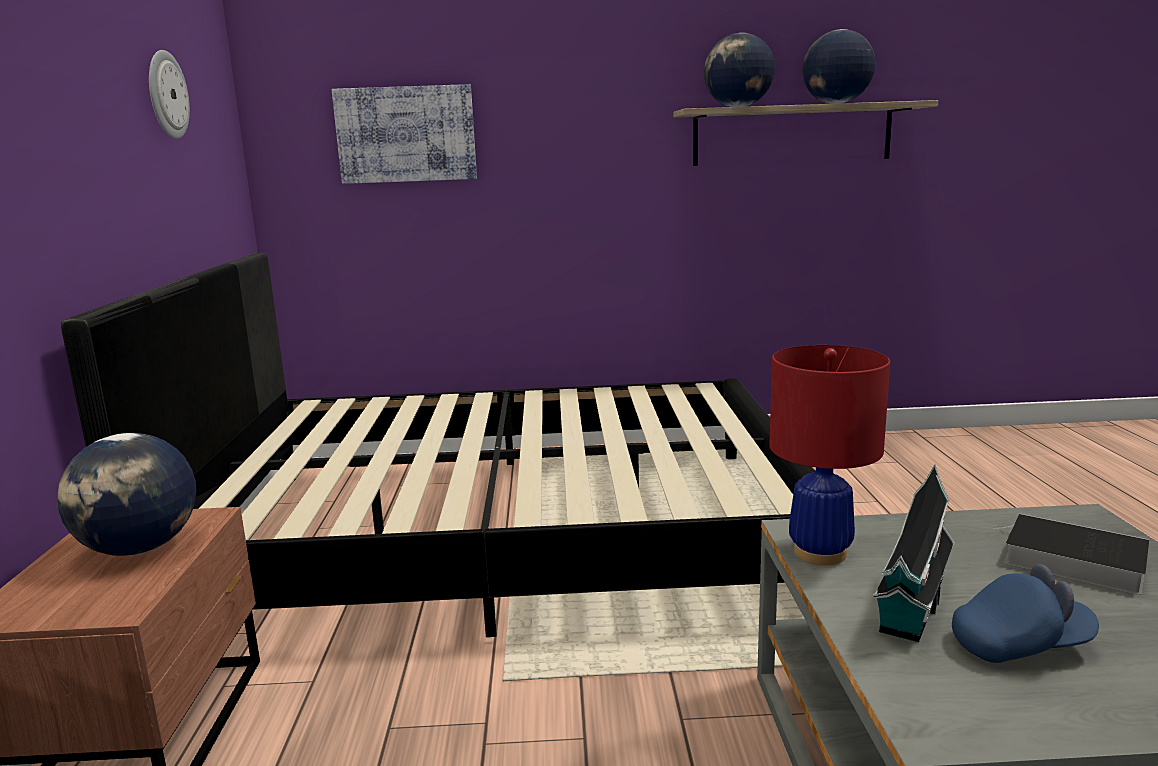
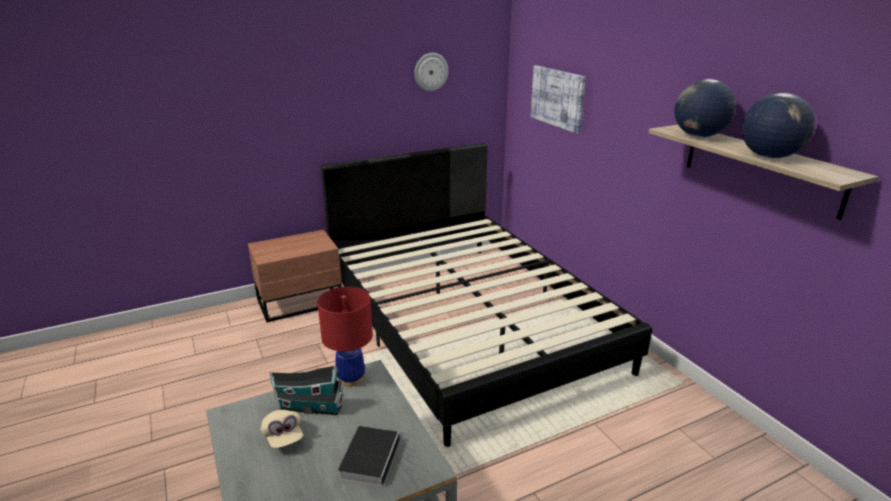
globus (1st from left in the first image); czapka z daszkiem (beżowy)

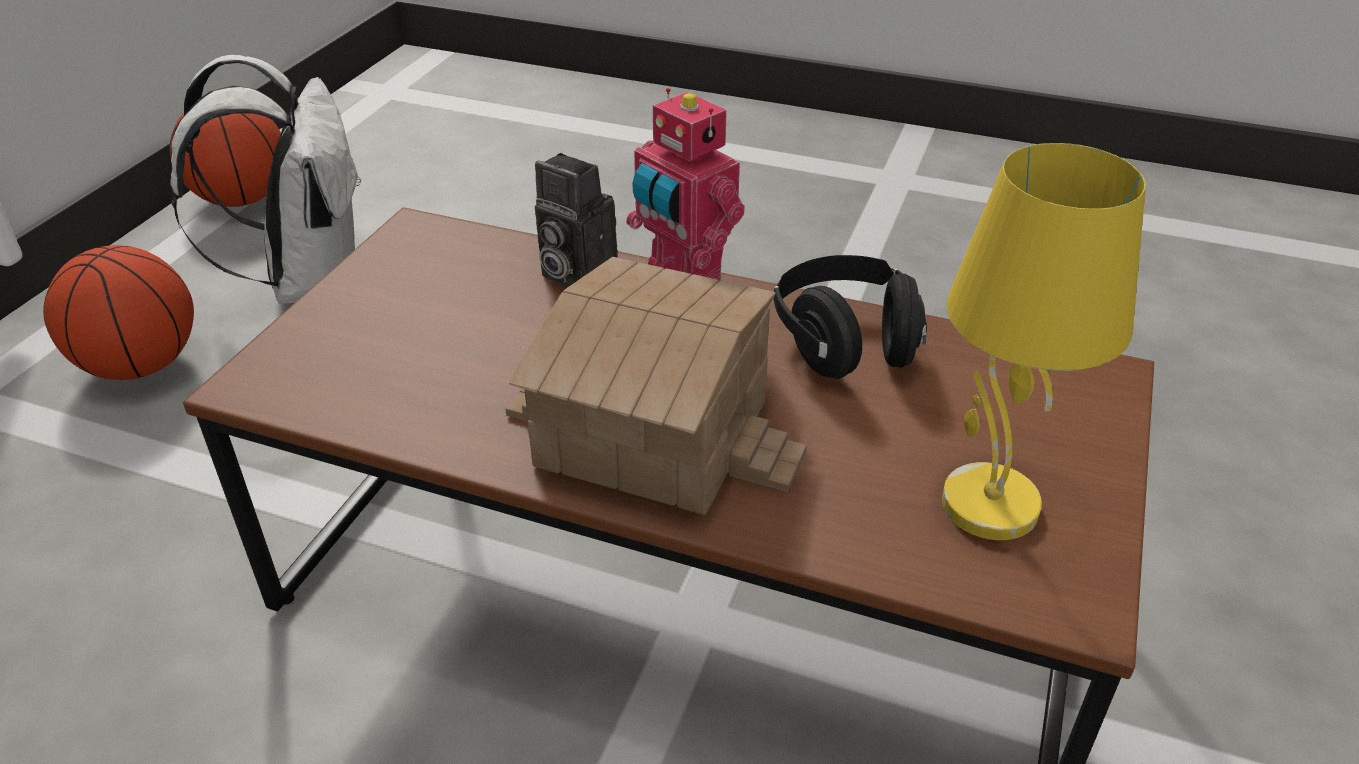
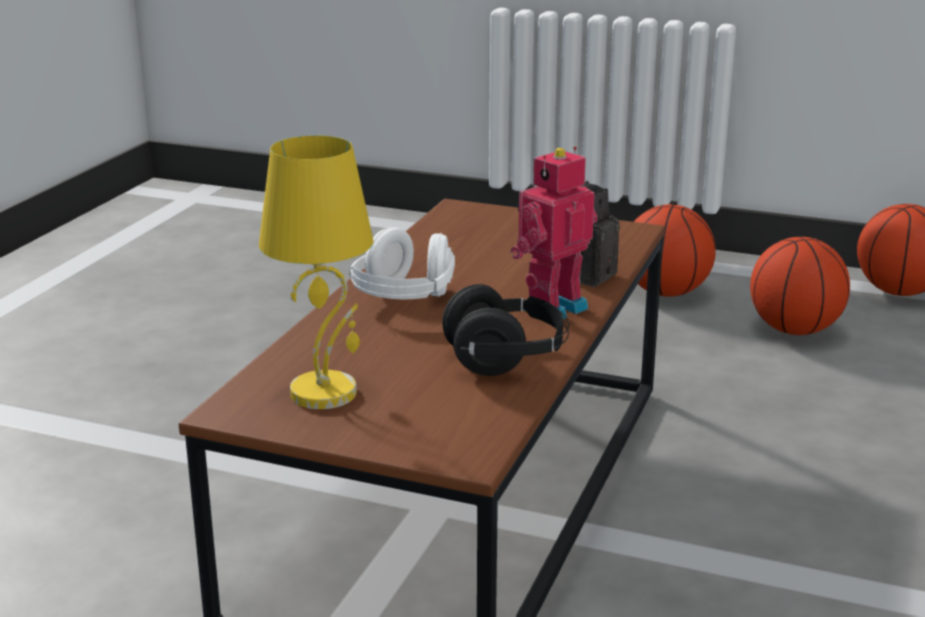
piłka do koszykówki (2nd from left); słuchawki (biały)

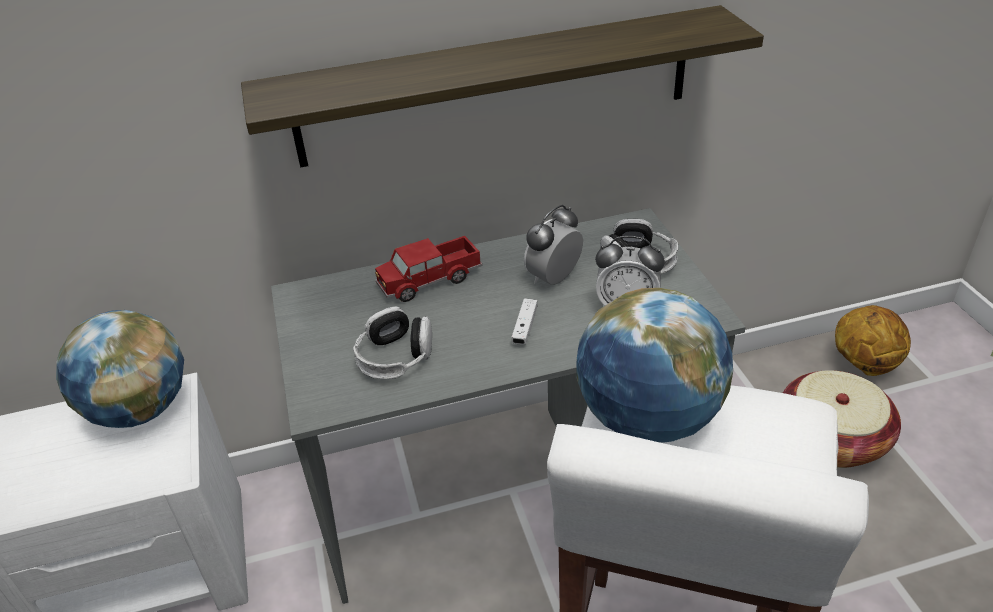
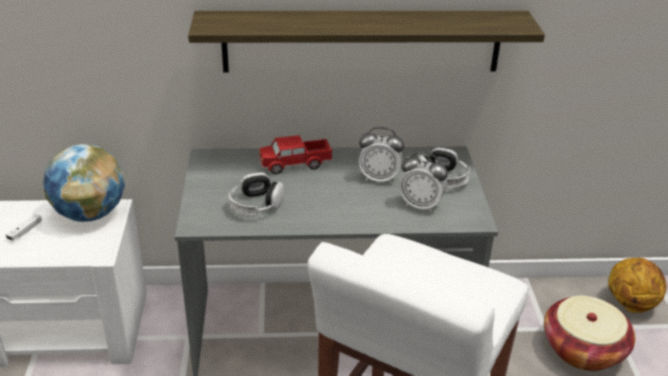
globus (2nd from left in the first image); pad do gier (biały); budzik (1st from left)

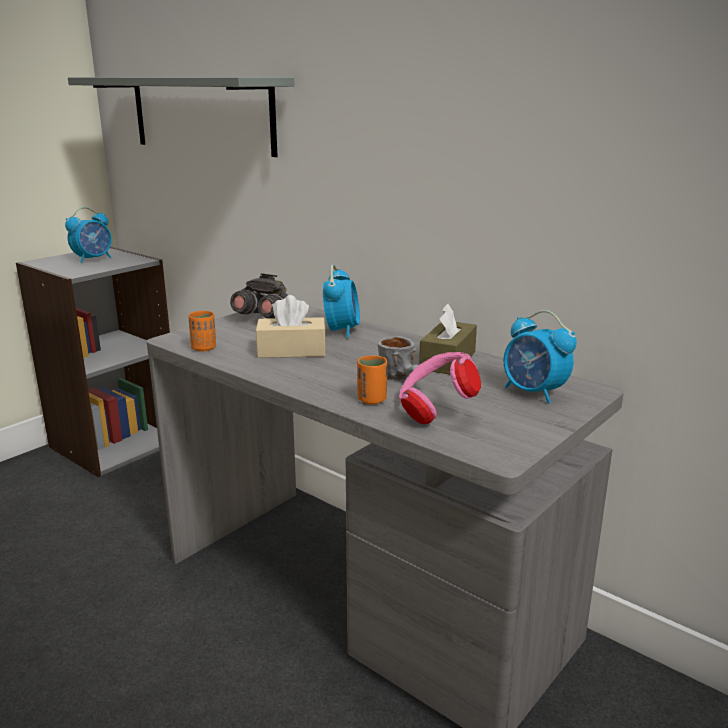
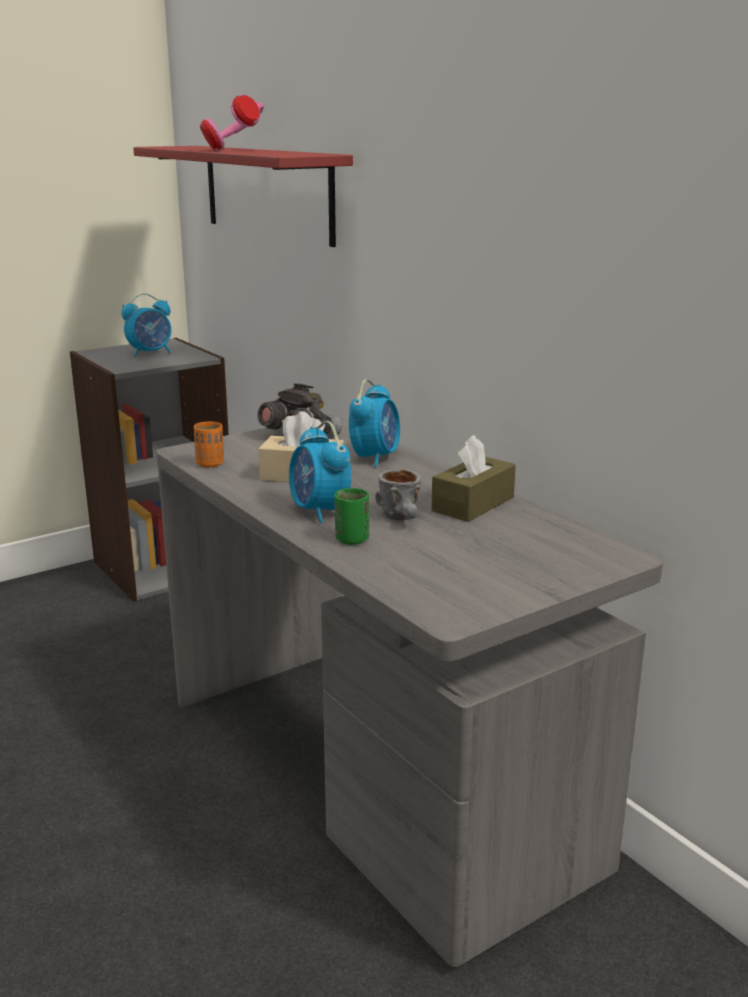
słuchawki (różowy); budzik (2nd from left); półka (czerwony); filiżanka (zielony)

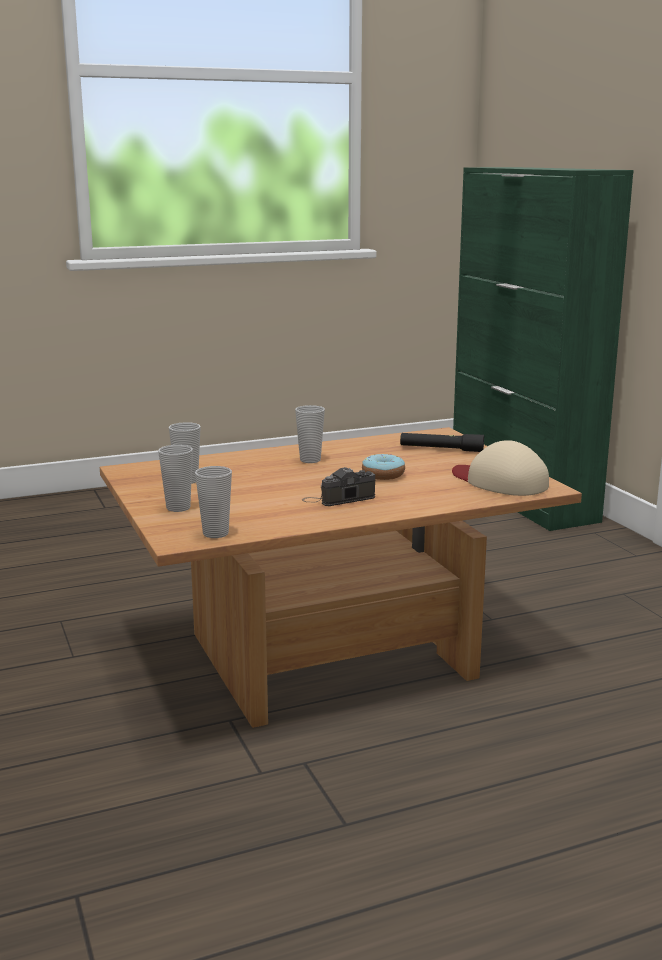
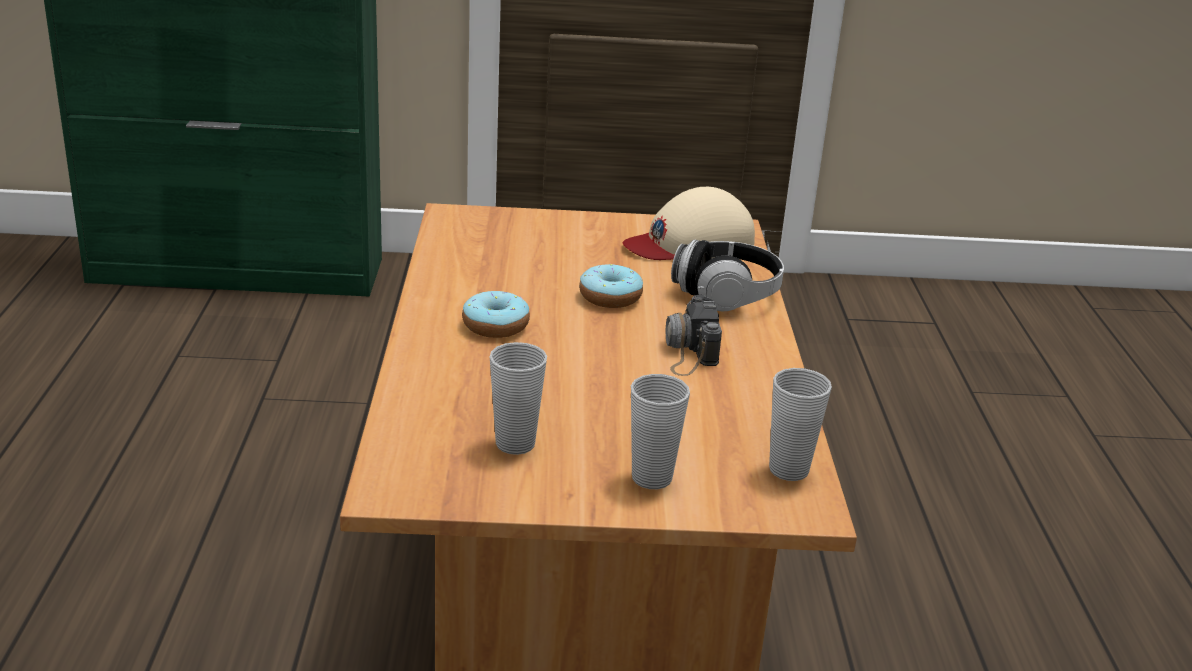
latarka (czarny); słuchawki; donut (1st from left)

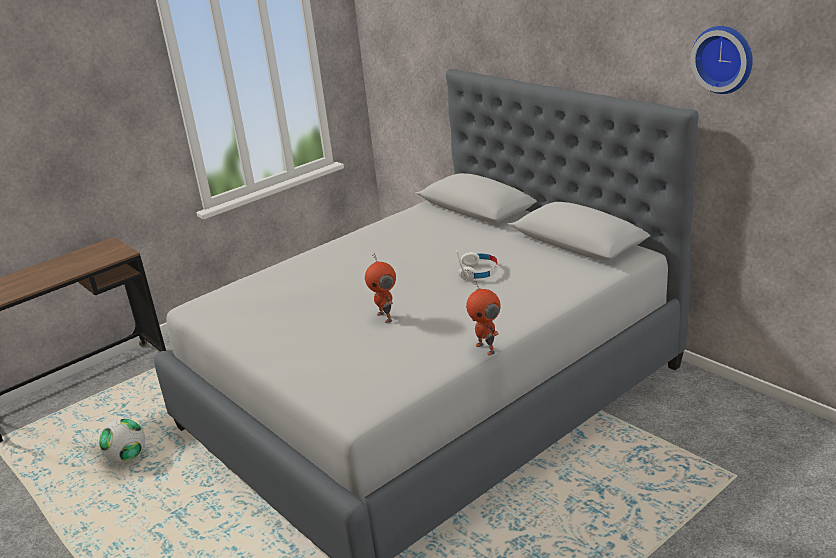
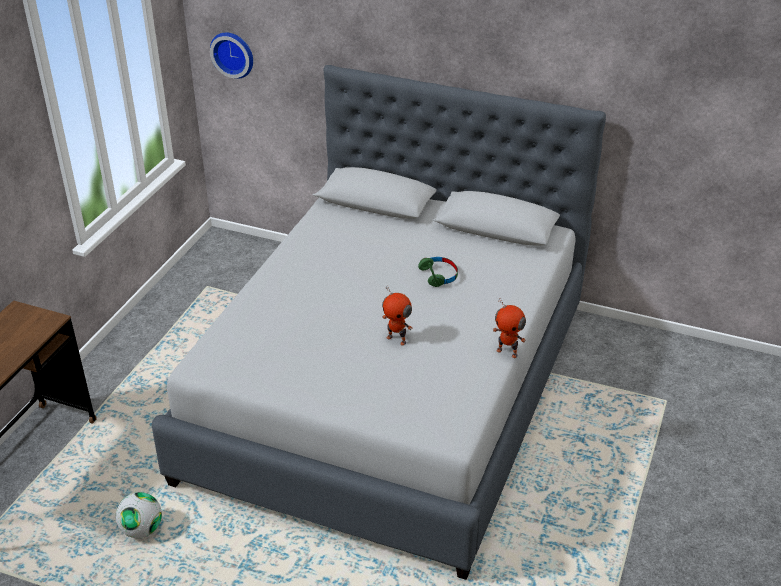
zegar ścienny; słuchawki (zielony)

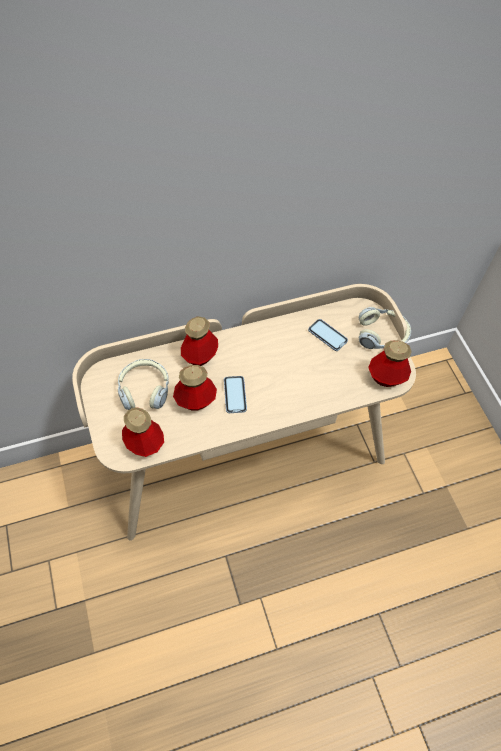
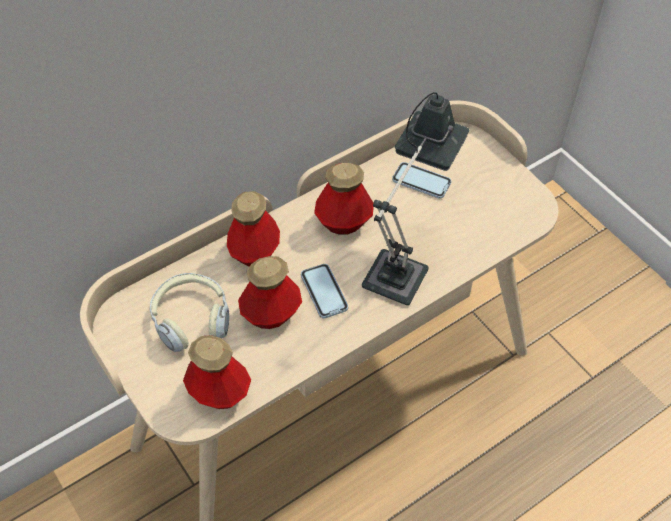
słuchawki (2nd from left in the first image); lampa stołowa; butelka (4th from left)

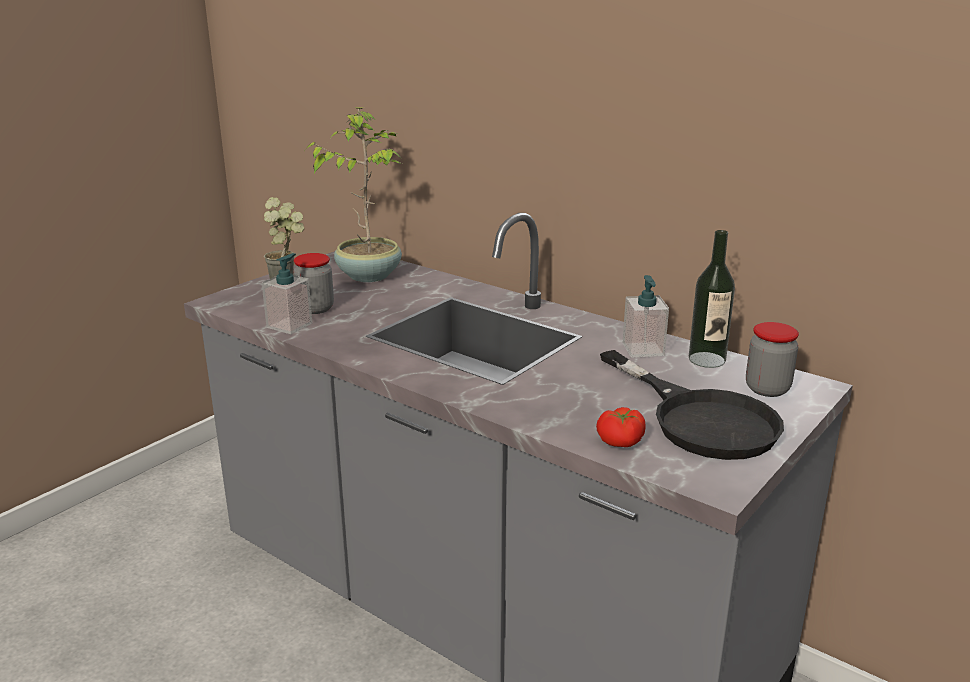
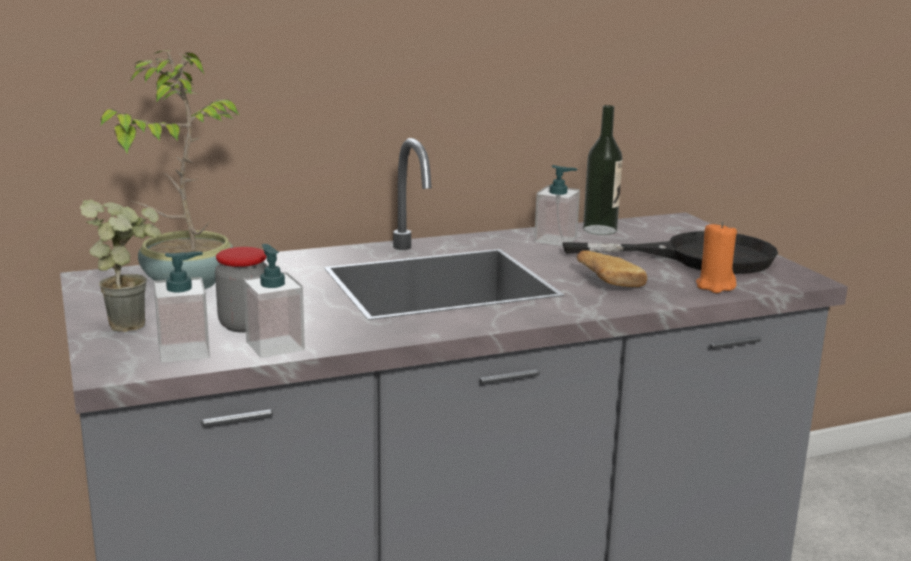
słoik (2nd from left in the first image); dozownik mydła (1st from left); chleb; świeca (pomarańczowy)

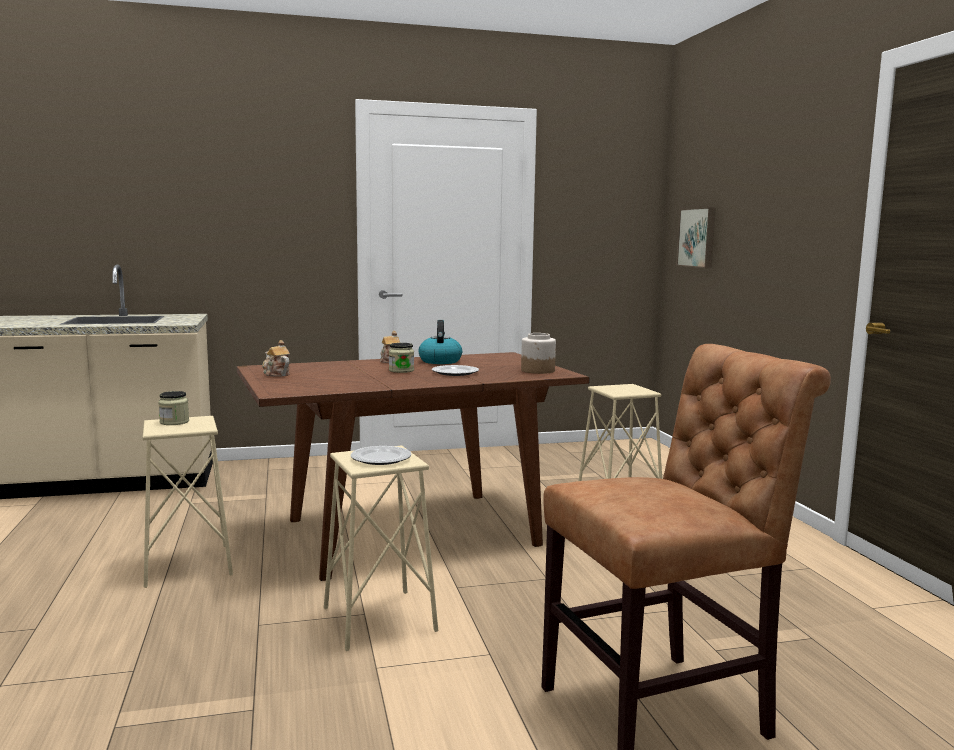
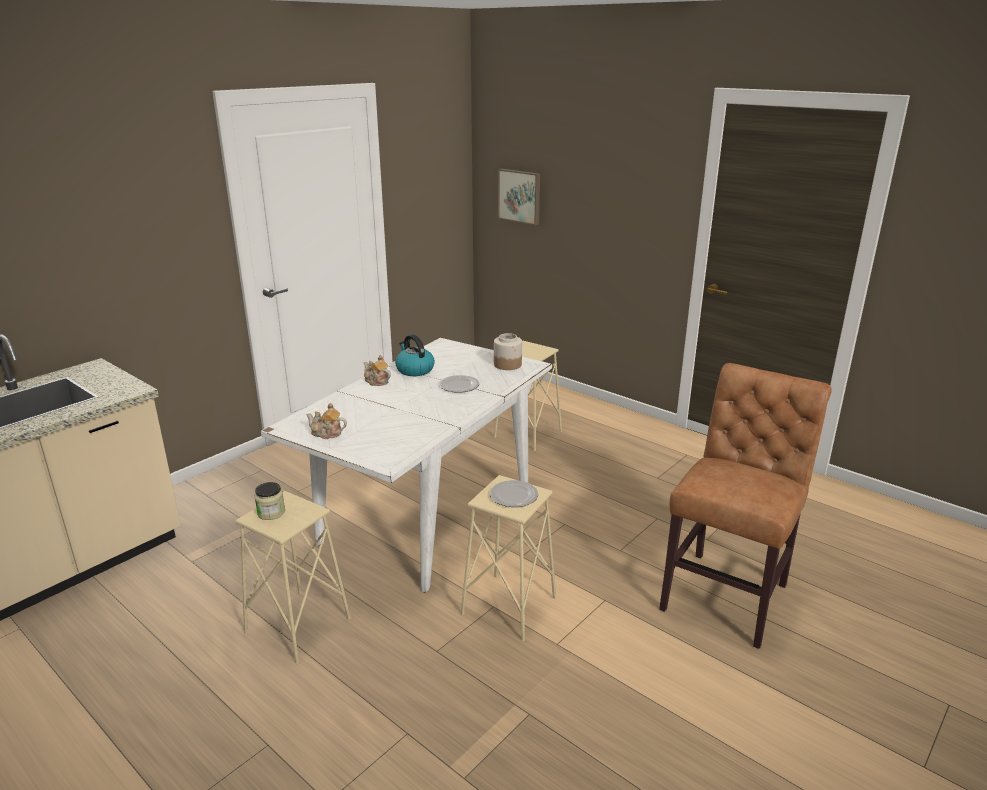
słoik (2nd from left in the first image); stół jadalny (biały)

